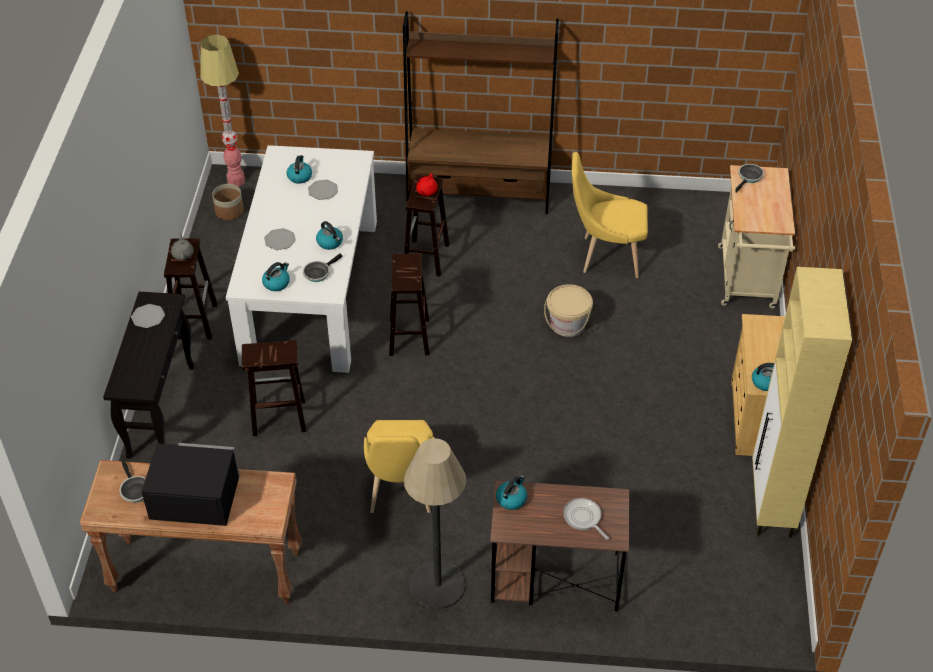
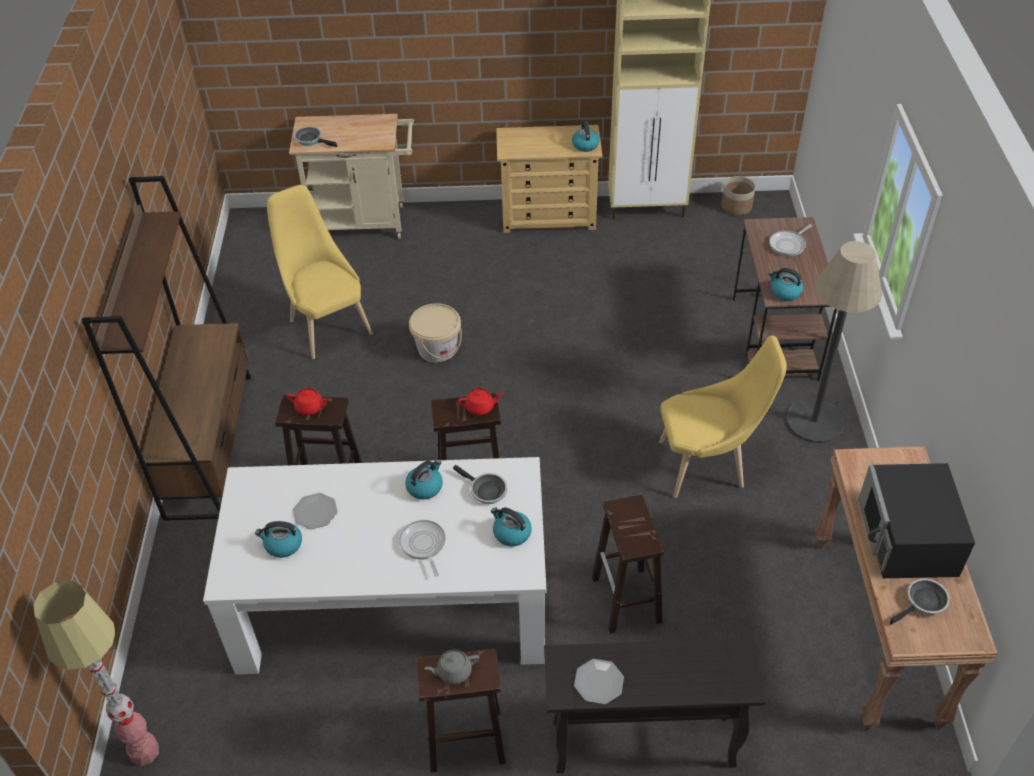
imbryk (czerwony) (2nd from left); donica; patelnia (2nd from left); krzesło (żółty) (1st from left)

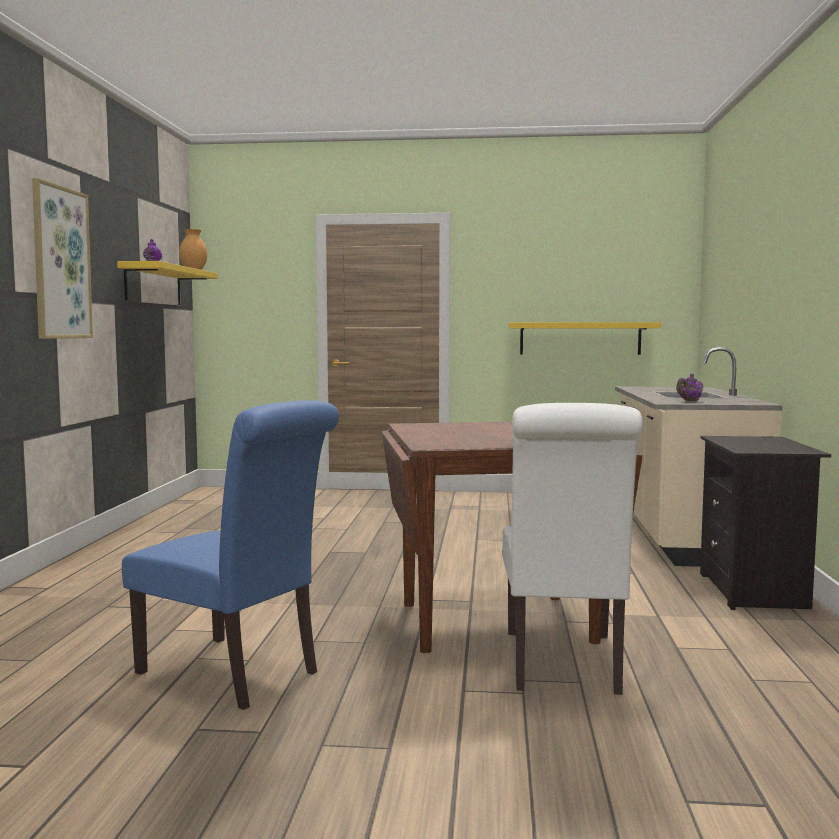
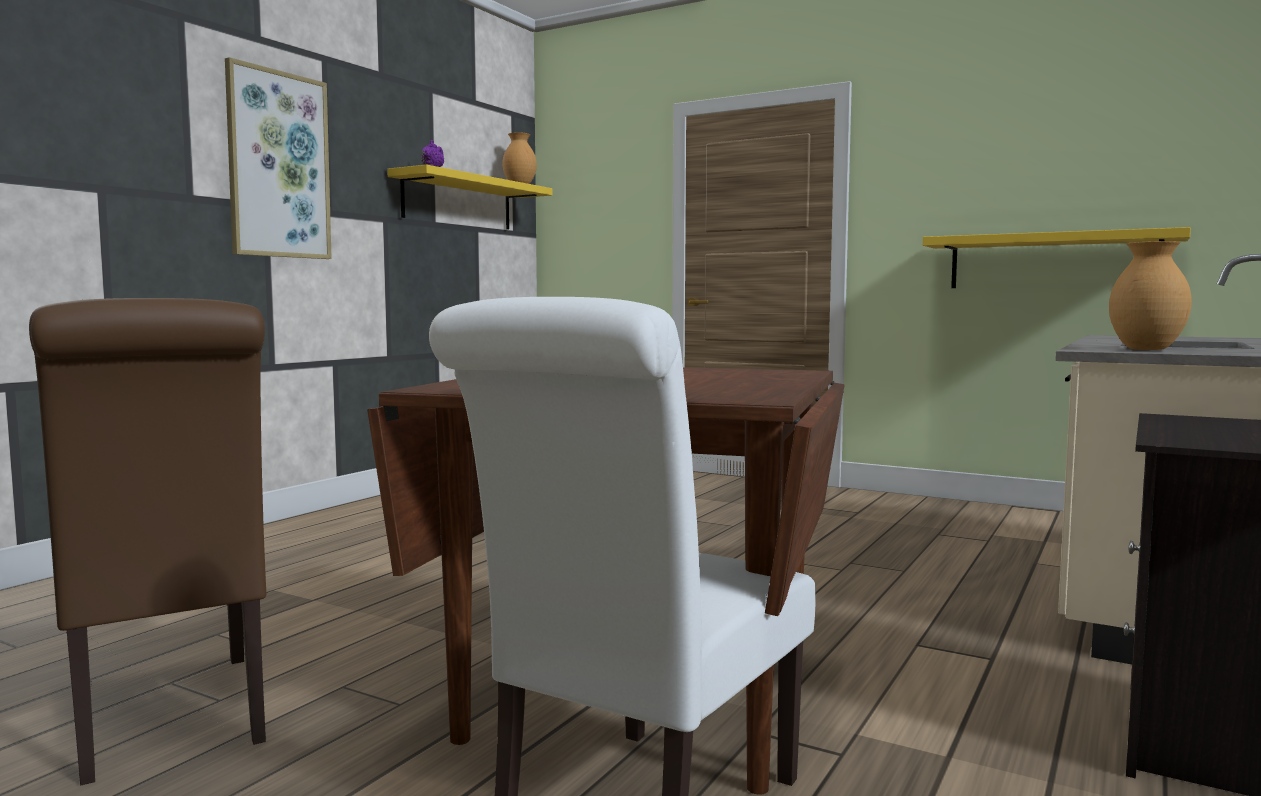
wazon (brązowy) (2nd from left); krzesło (brązowy)

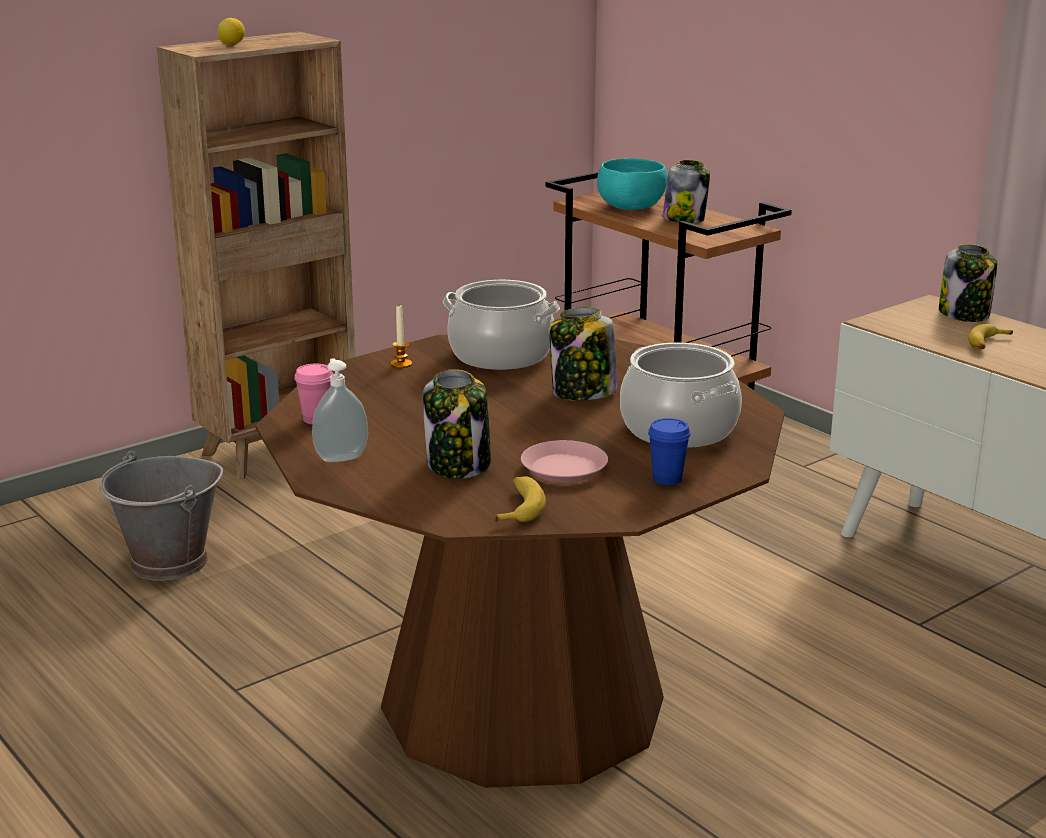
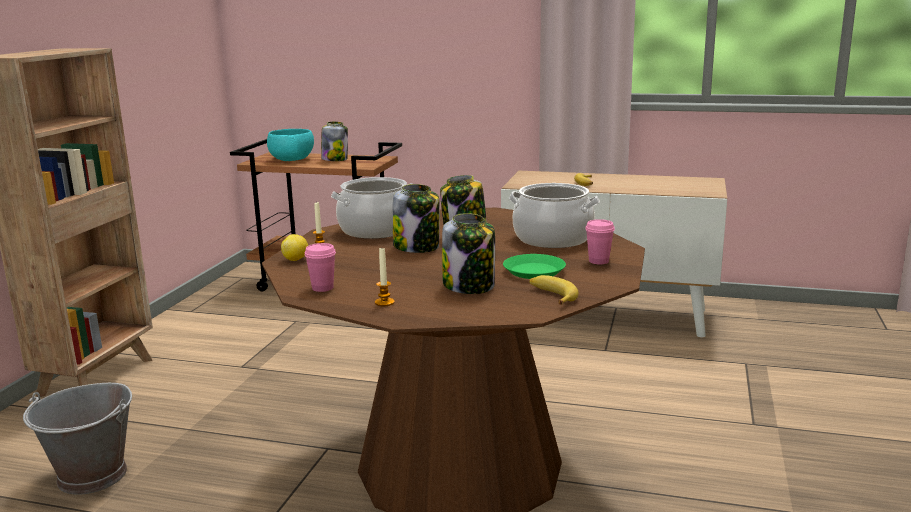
cytryna; słoik (2nd from left); świeca (2nd from left); talerz (zielony); filiżanka (różowy) (2nd from left)

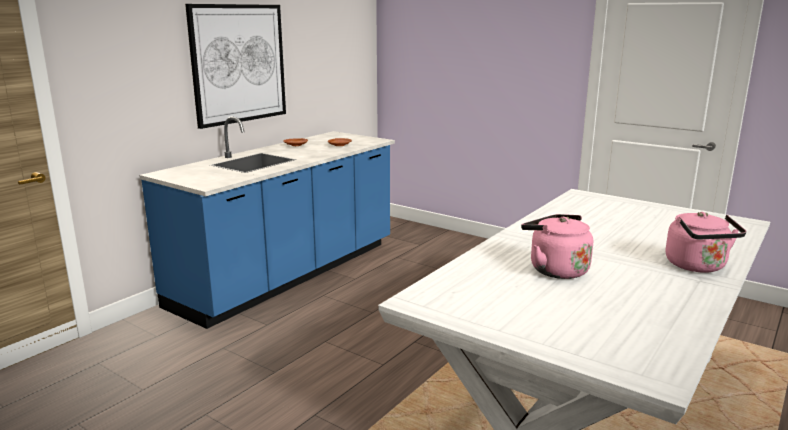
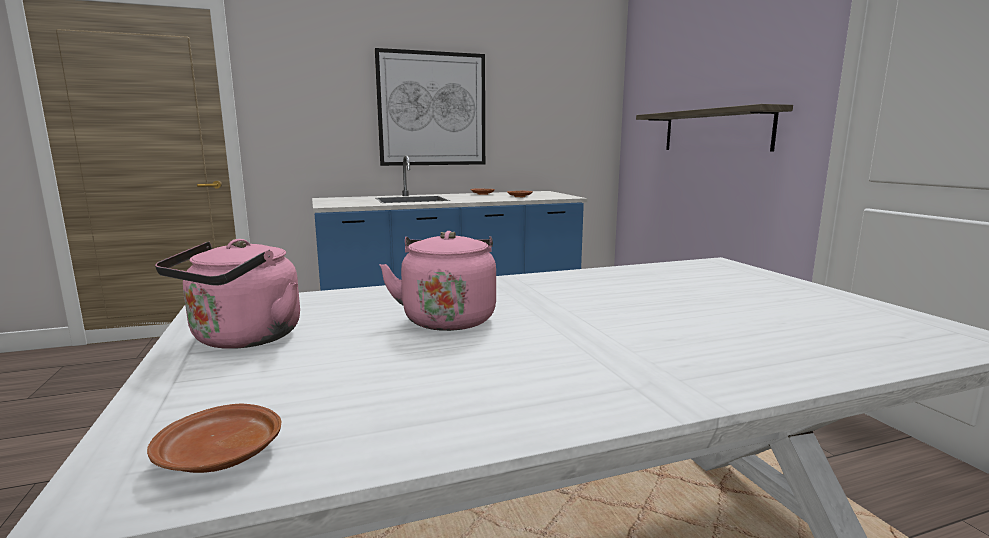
talerz (brązowy) (1st from left); półka; czajnik (różowy) (1st from left)

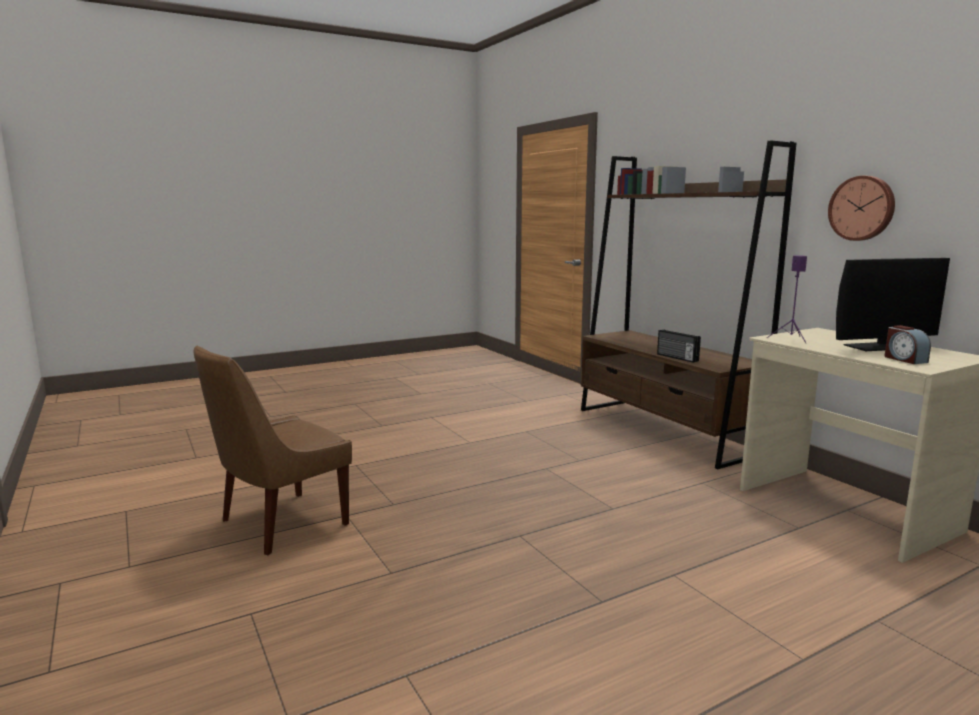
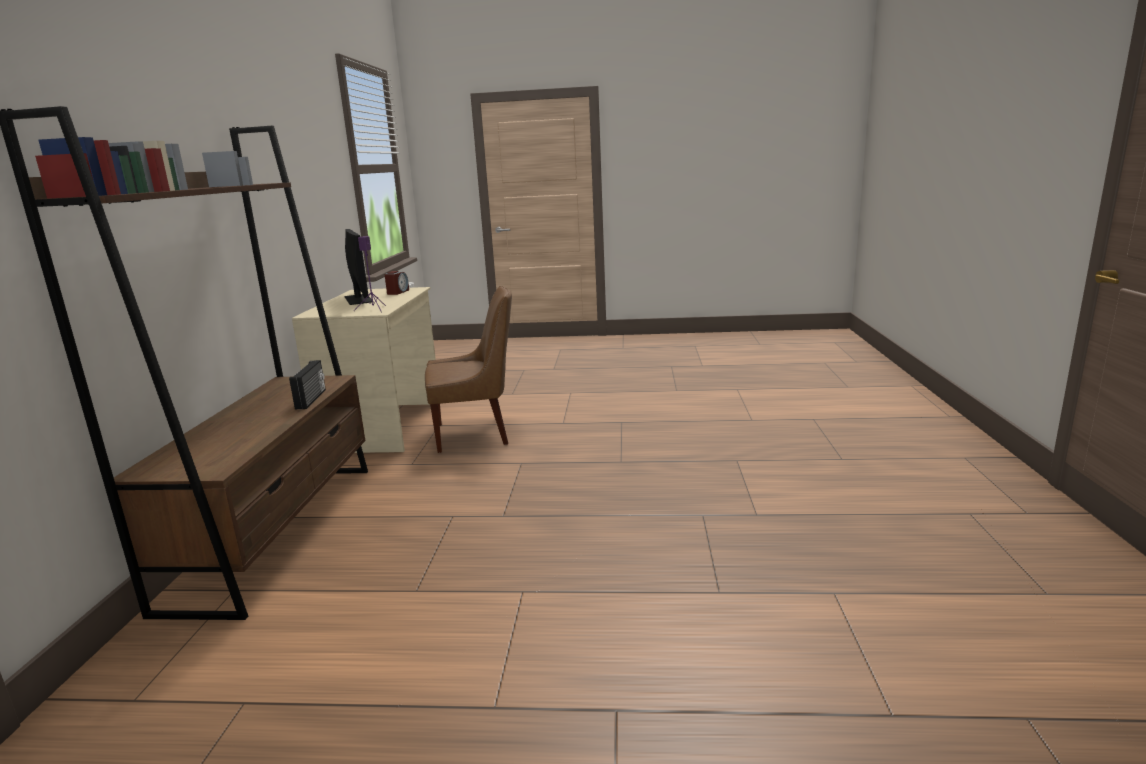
zegar ścienny; krzesło (brązowy); monitor

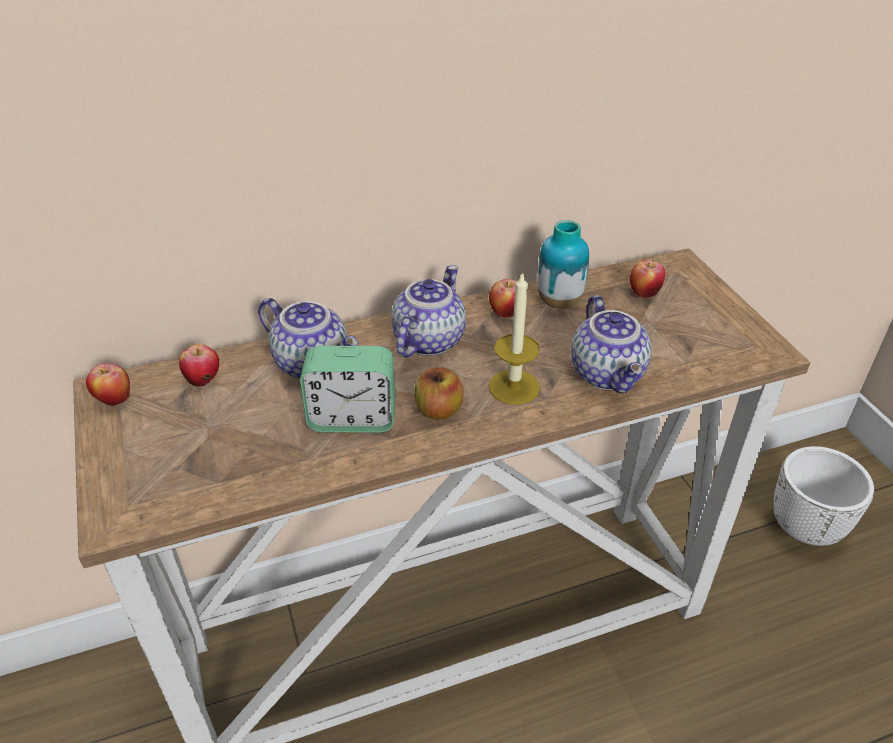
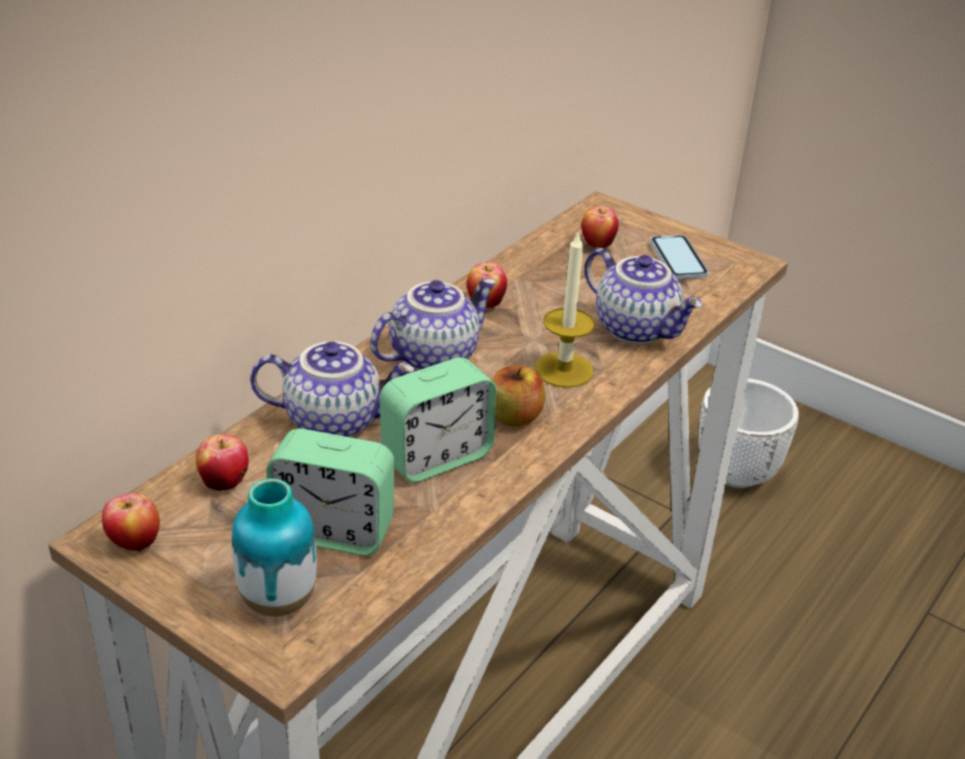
budzik (1st from left); telefon; wazon; imbryk (2nd from left)

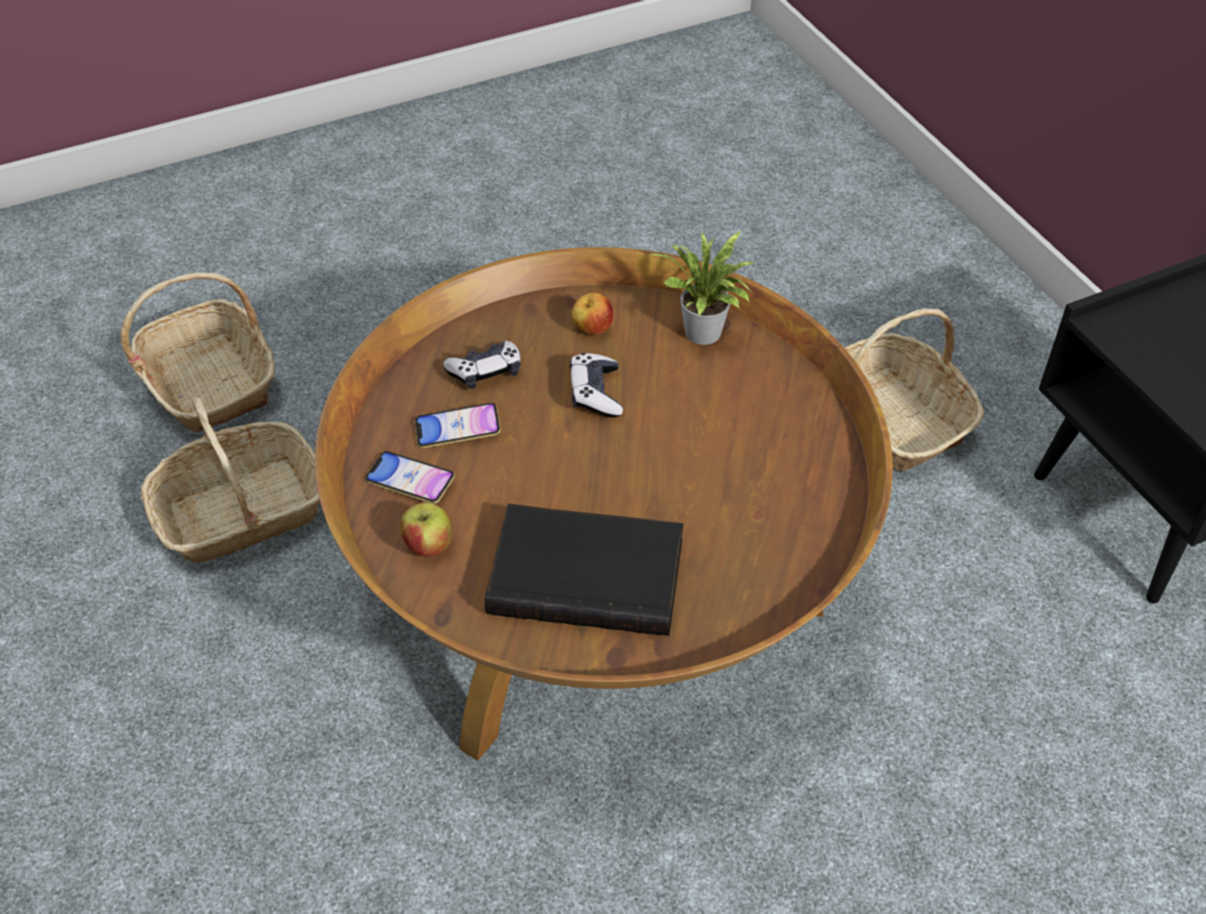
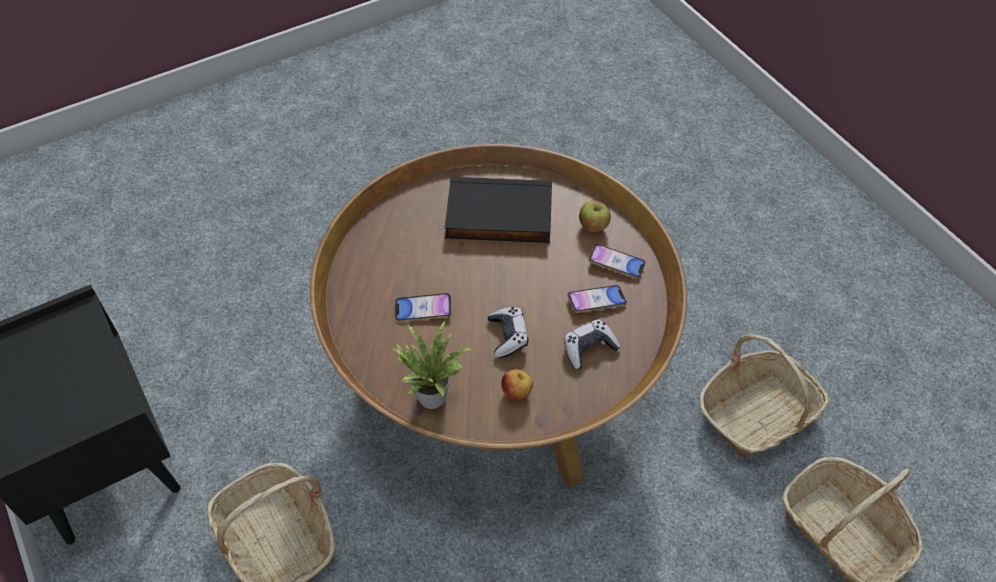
telefon (1st from left)

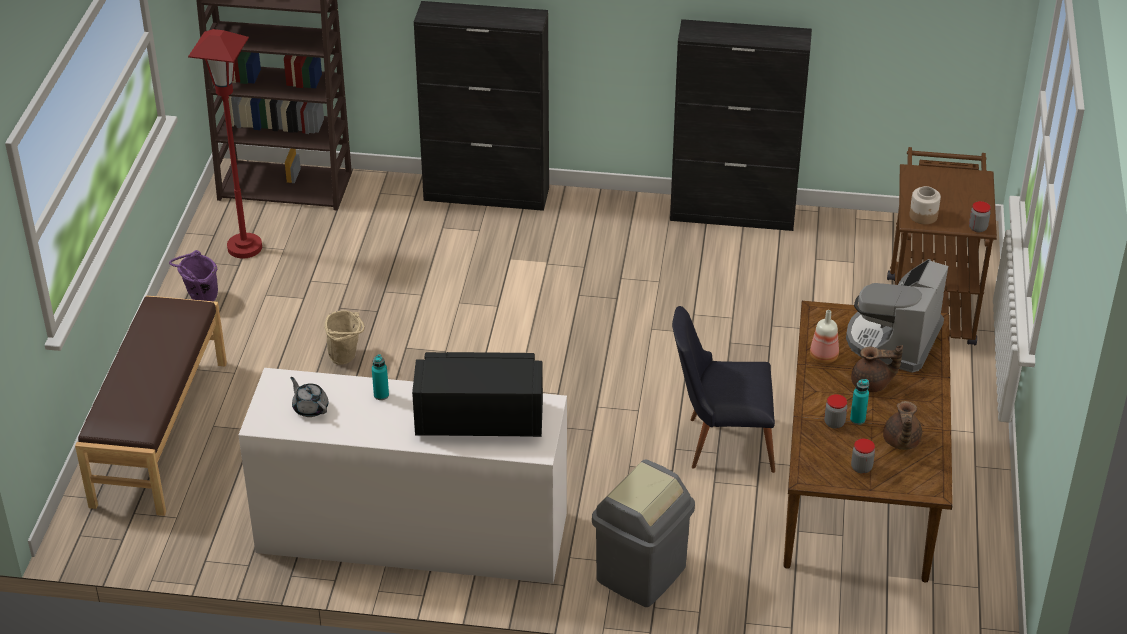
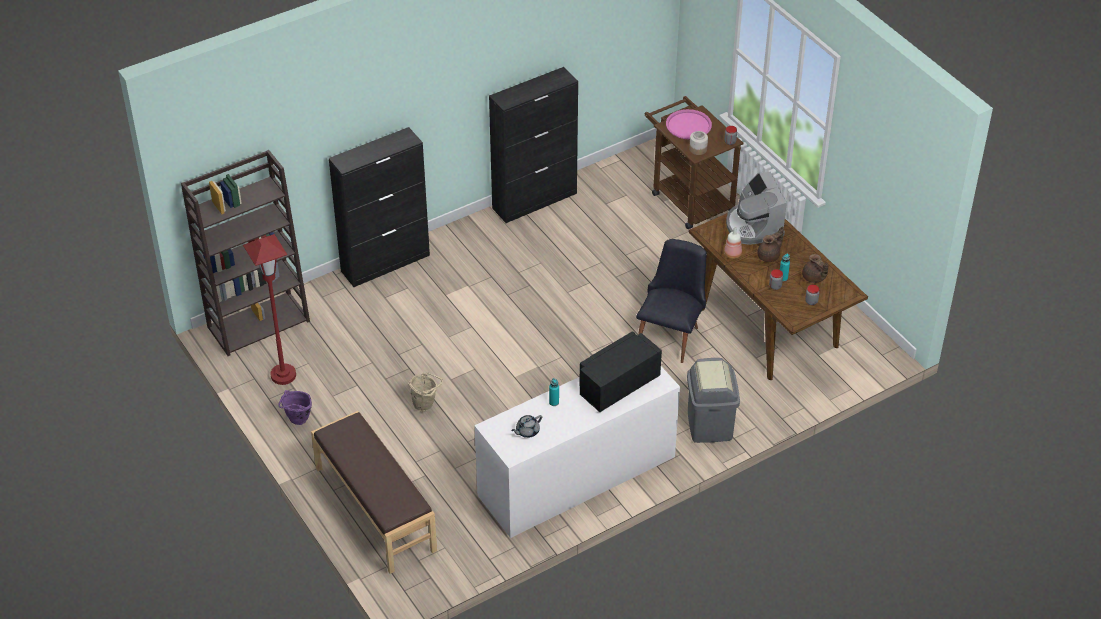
taca (różowy); imbryk (szary); krzesło (czarny)

